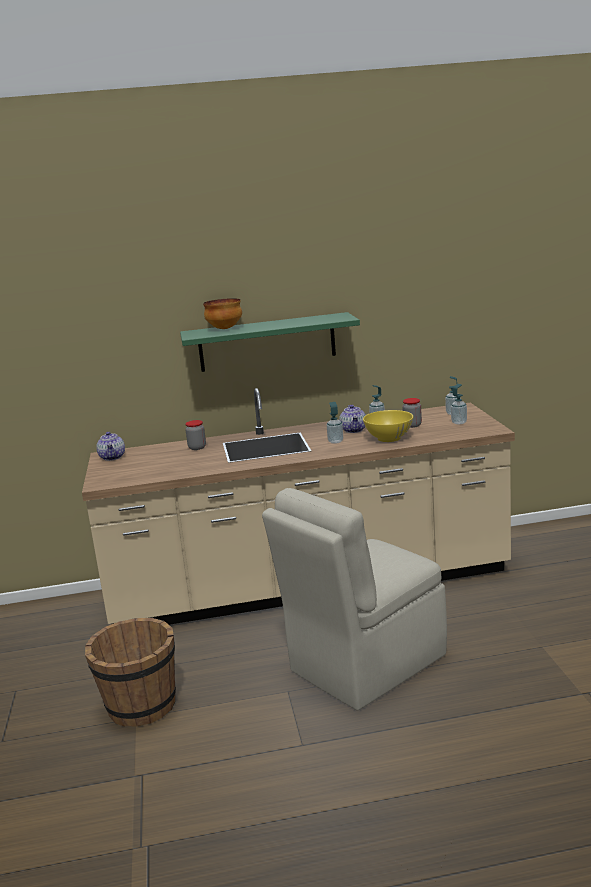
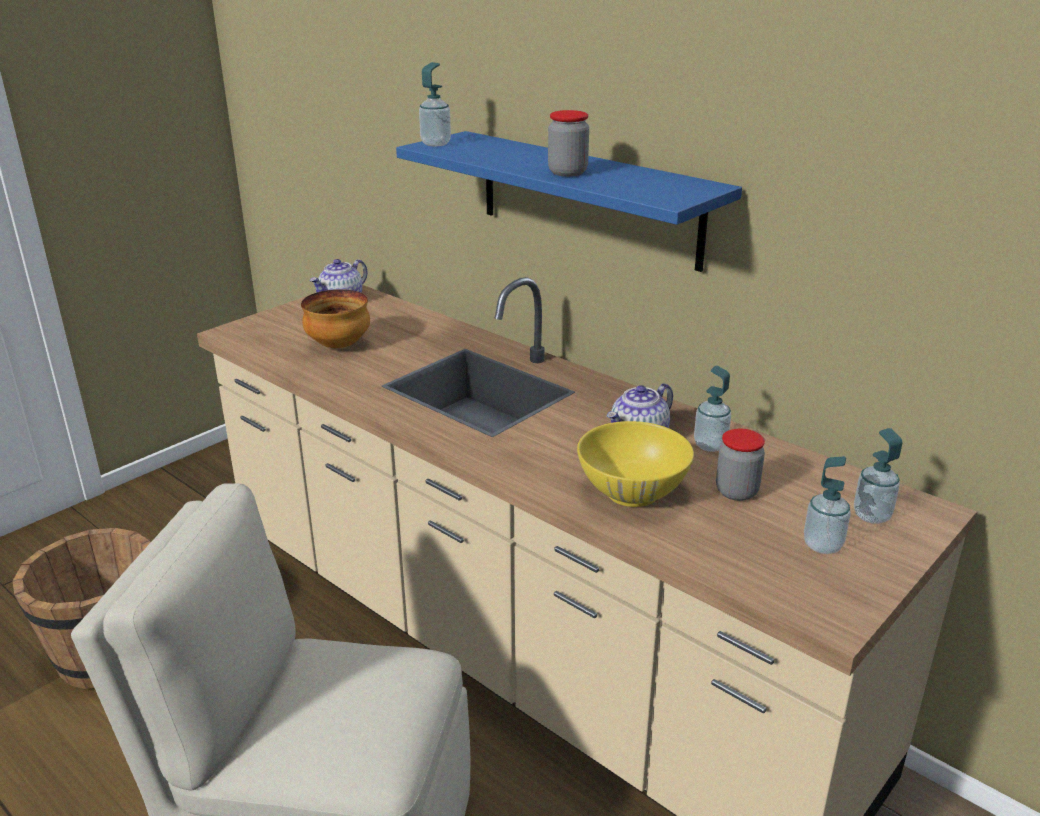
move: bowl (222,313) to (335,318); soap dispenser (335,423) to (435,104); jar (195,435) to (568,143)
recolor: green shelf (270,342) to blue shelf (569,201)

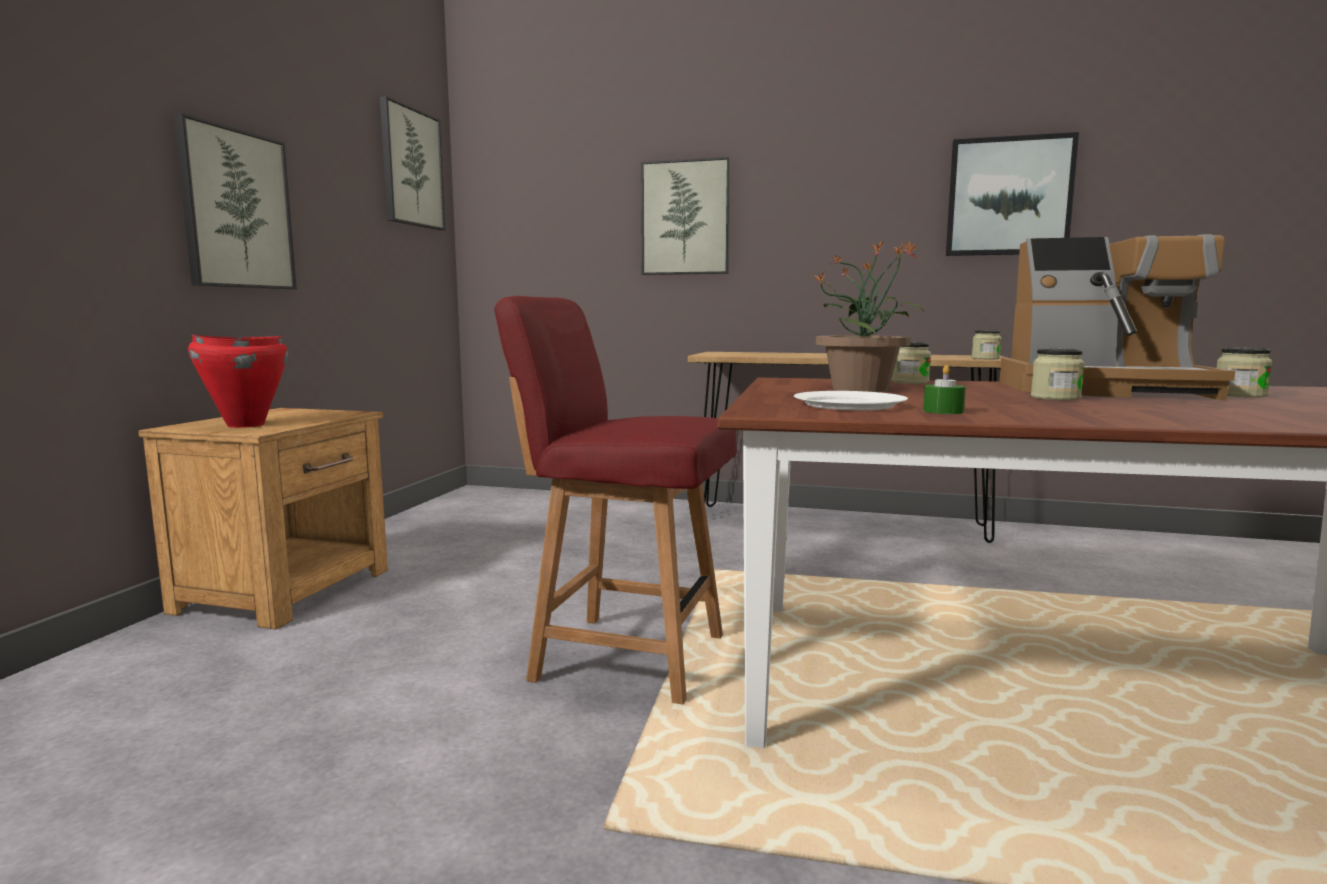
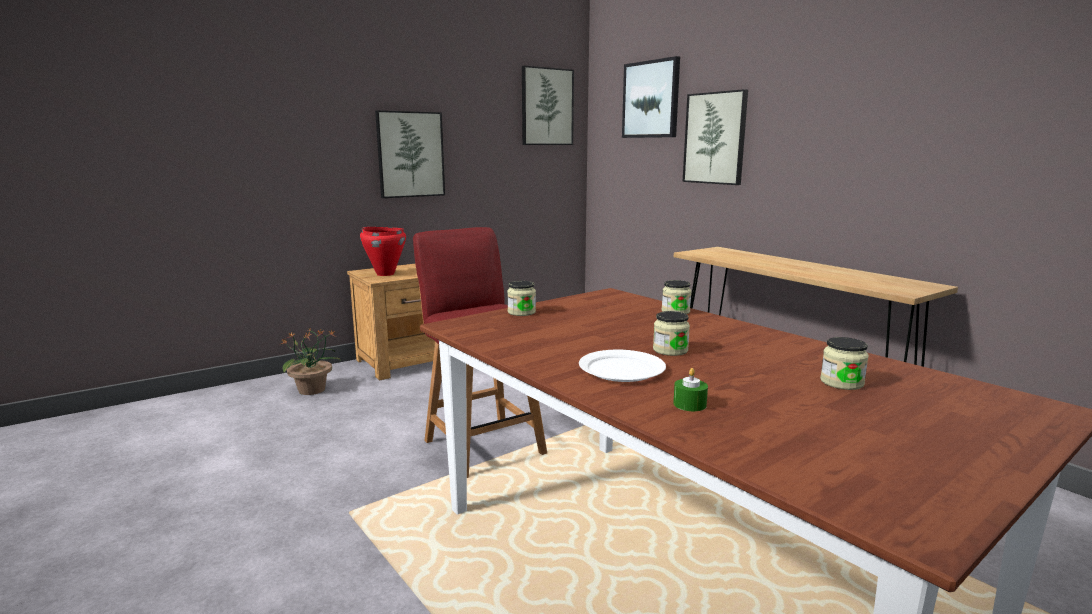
delete: coffee machine (1117,317)
move: potted plant (869,316) to (310,361); jar (986,344) to (521,298); white plate (851,400) to (622,366); picture (1012,194) to (651,97); green candle (944,389) to (690,389)

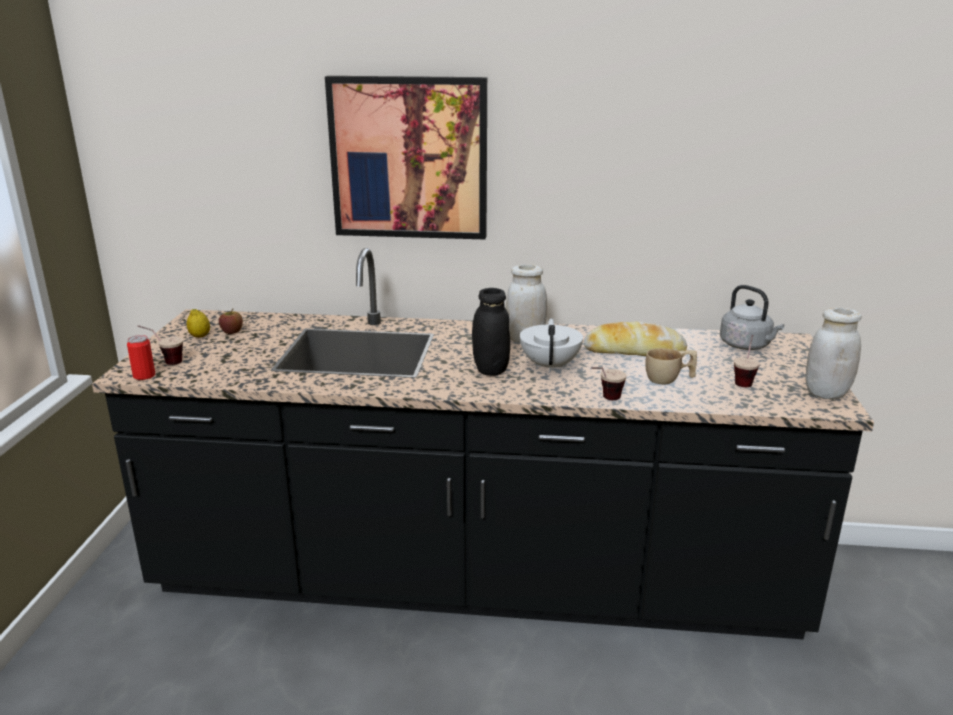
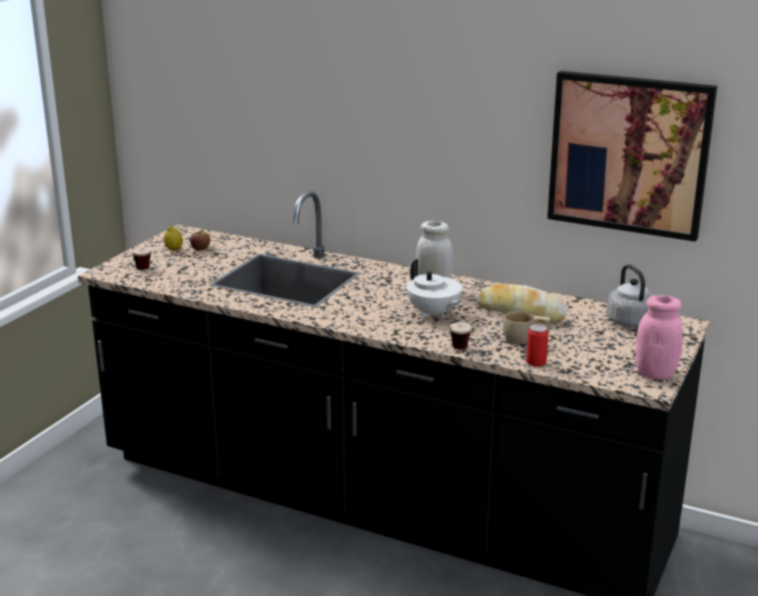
delete: black jar (491,332); cup (747,361)
move: can (141,357) to (537,345); picture (406,157) to (632,156)
recolor: white jar (834,353) to pink jar (659,337)
rotate: white teapot (551,345) = (435,288) 120 degrees clockwise

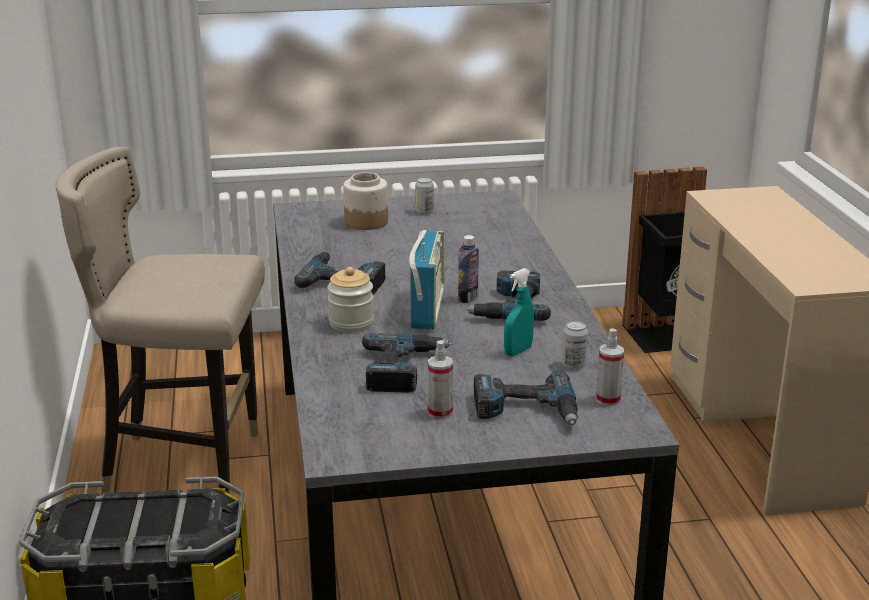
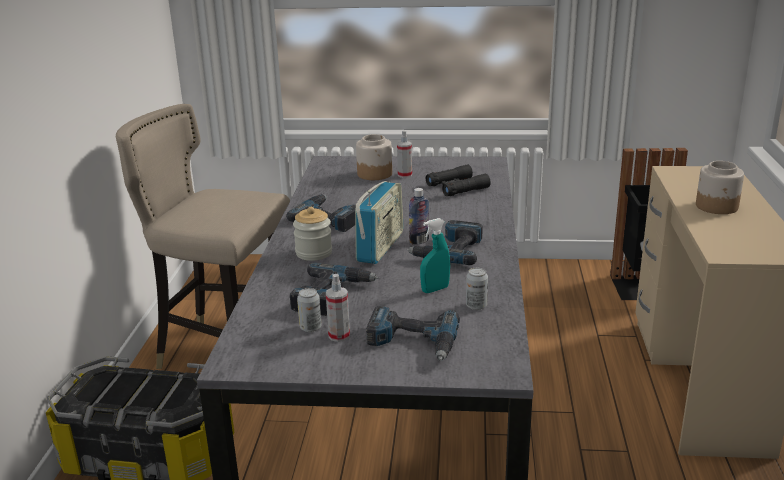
insert: black binoculars (458,180); jar (720,187)
move: can (424,195) to (309,310); spray bottle (610,367) to (404,154)

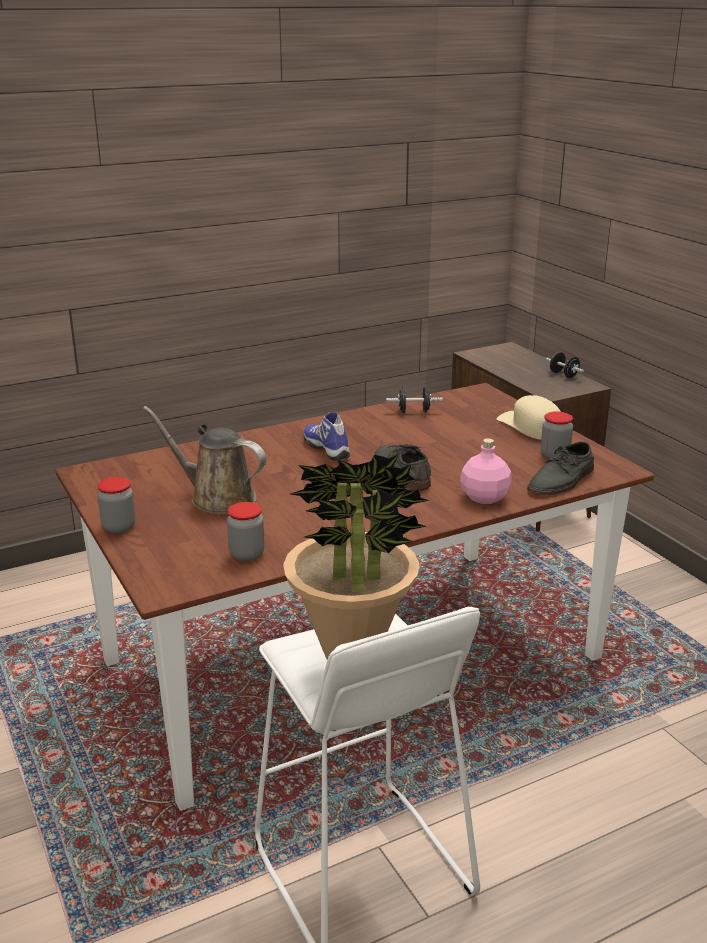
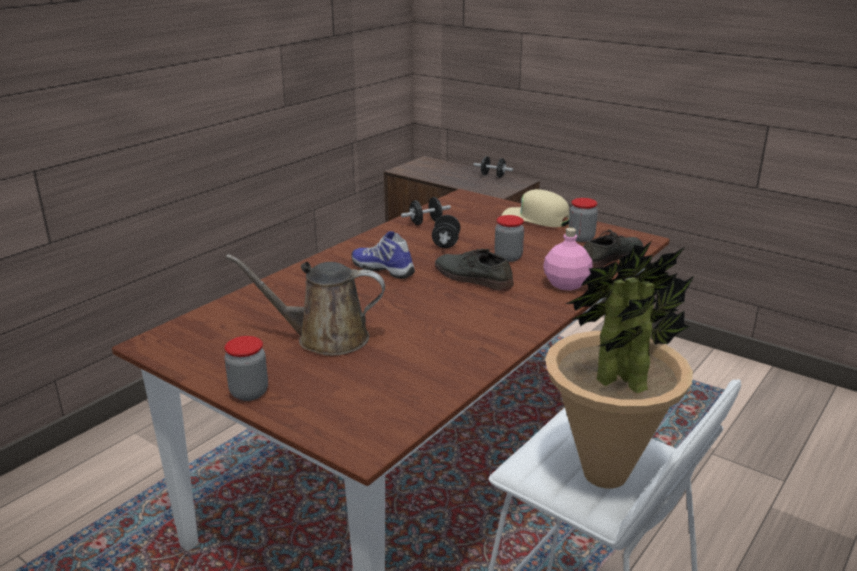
insert: black dumbbell (446,231)
move: jar (246,531) to (509,238)
rotate: grey shoe (560,468) = (613,249) 150 degrees counterclockwise

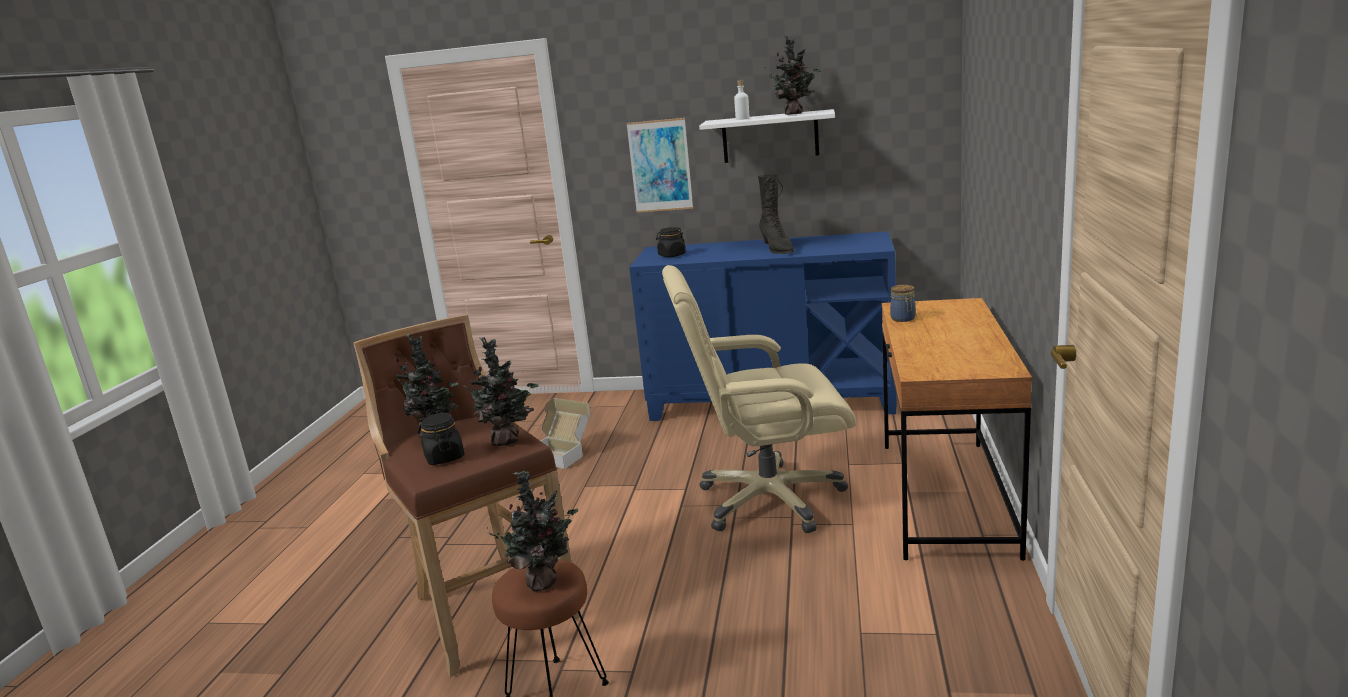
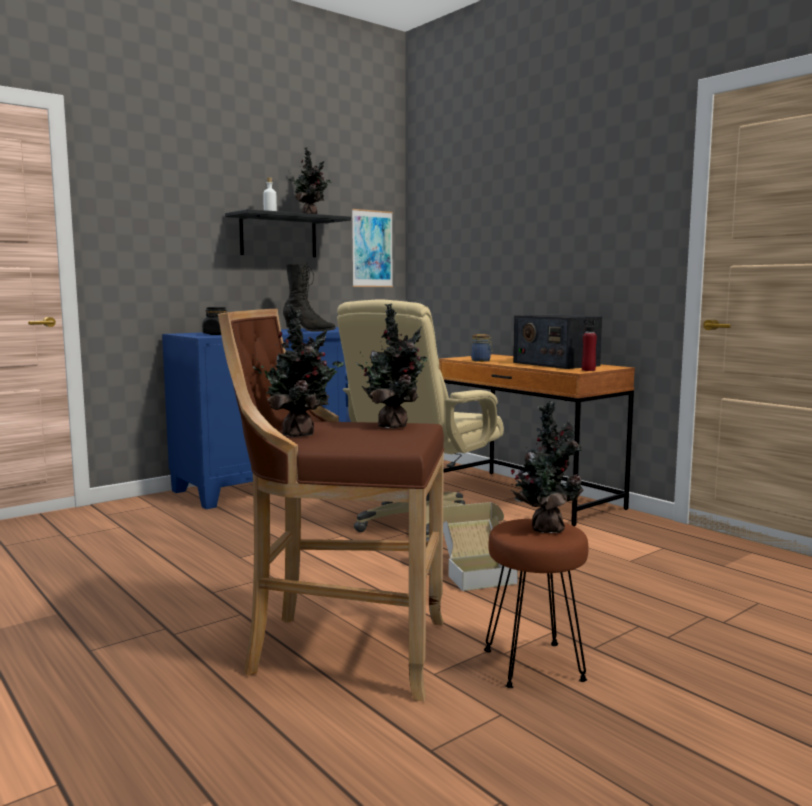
delete: black jar (443,439)
insert: radio (557,341); red bottle (589,345)
move: picture (659,165) to (372,248); cardboard box (565,433) to (480,546)
recolor: white shelf (767,136) to black shelf (288,233)

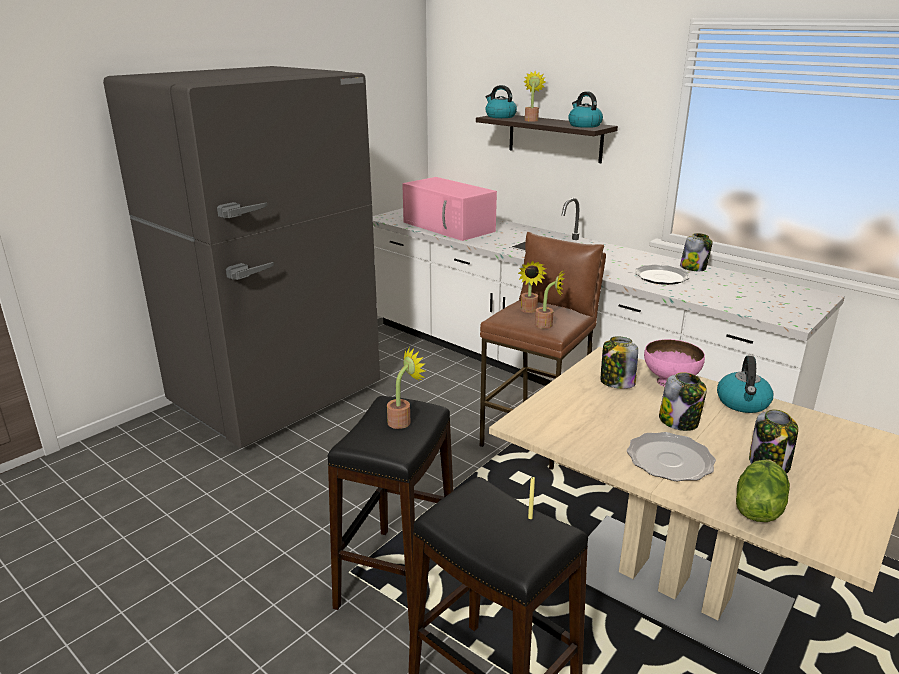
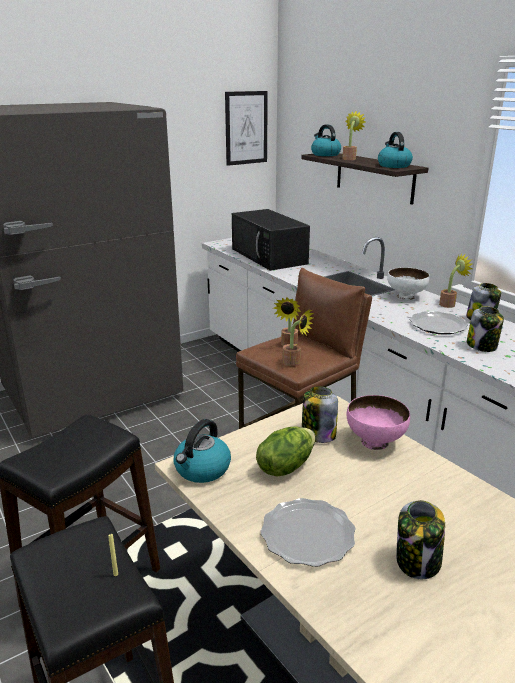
insert: picture (246,128); white bowl (408,283)
move: kettle (745,384) to (202,451); lettuce (763,491) to (285,451); potted plant (406,388) to (455,281); jar (683,401) to (485,329)
recolor: pink microwave (449,209) to black microwave (271,240)

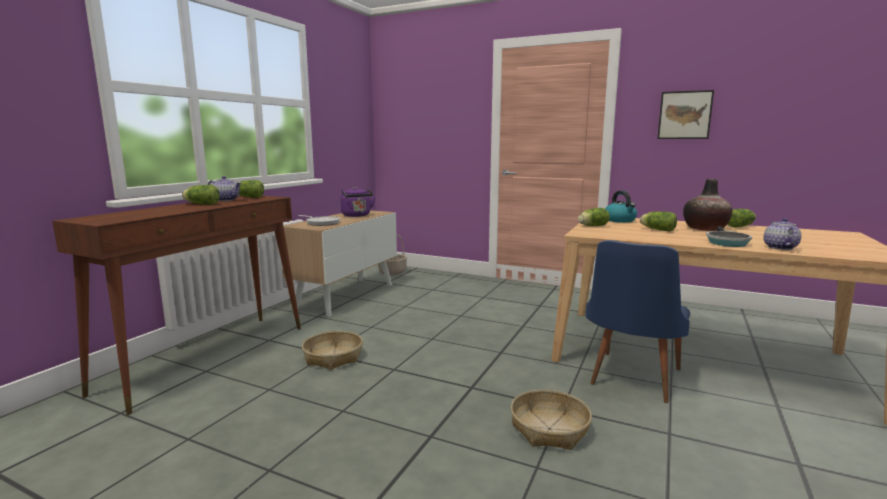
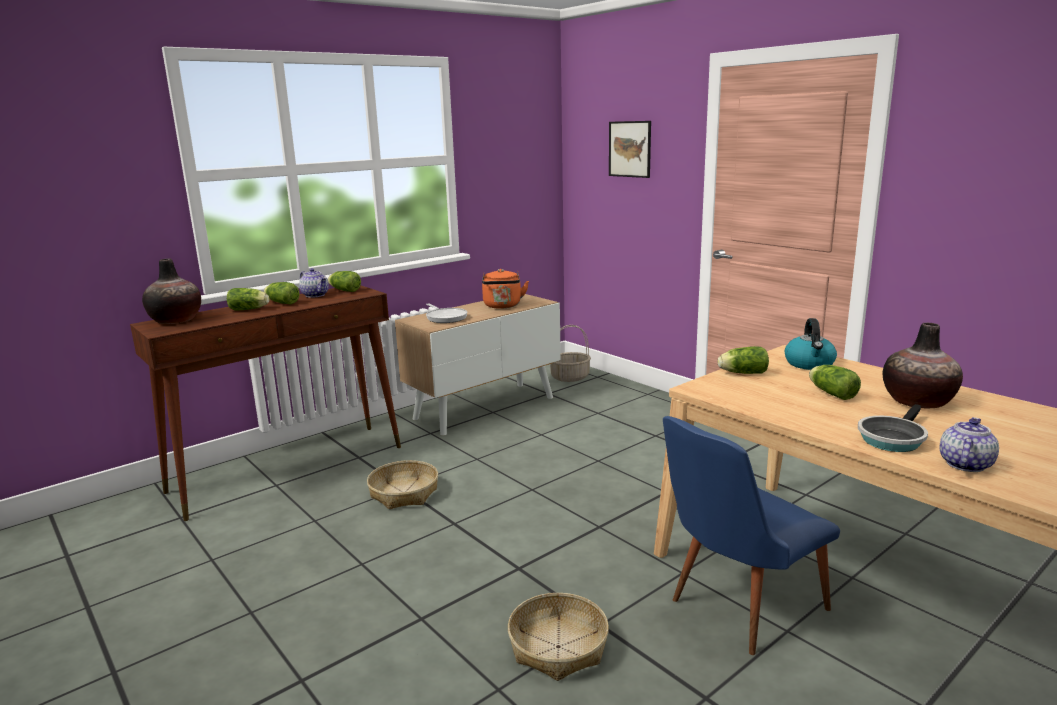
insert: vase (171,291)
move: lettuce (742,218) to (248,299); picture (685,114) to (630,149)
recolor: purple kettle (358,202) to orange kettle (505,289)

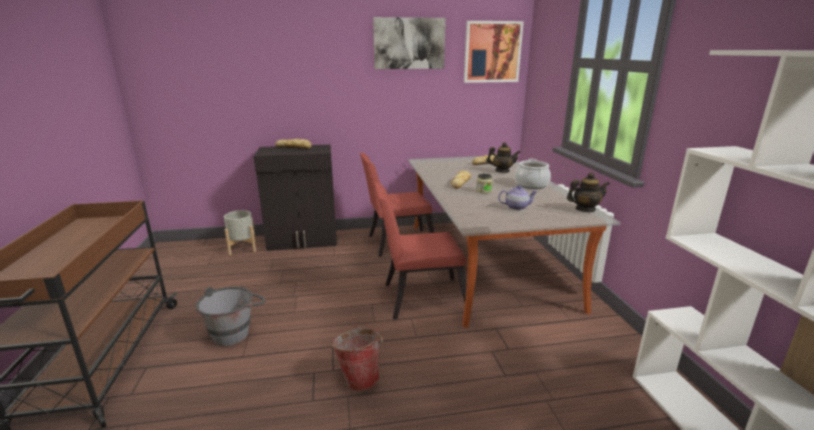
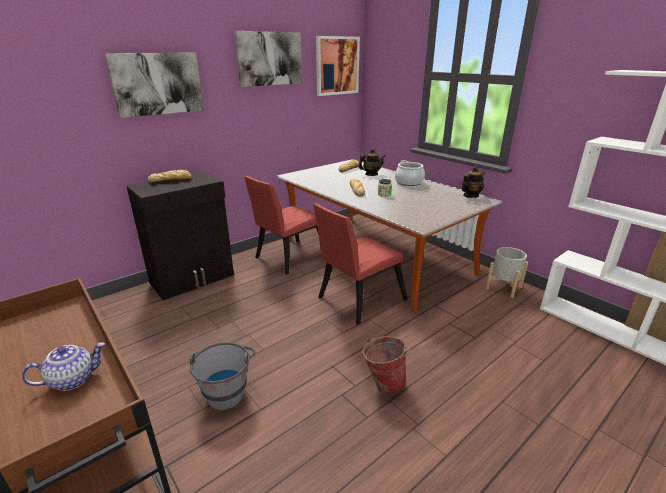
insert: picture (154,85)
move: teapot (518,198) to (63,366); grey planter (240,232) to (507,272)

